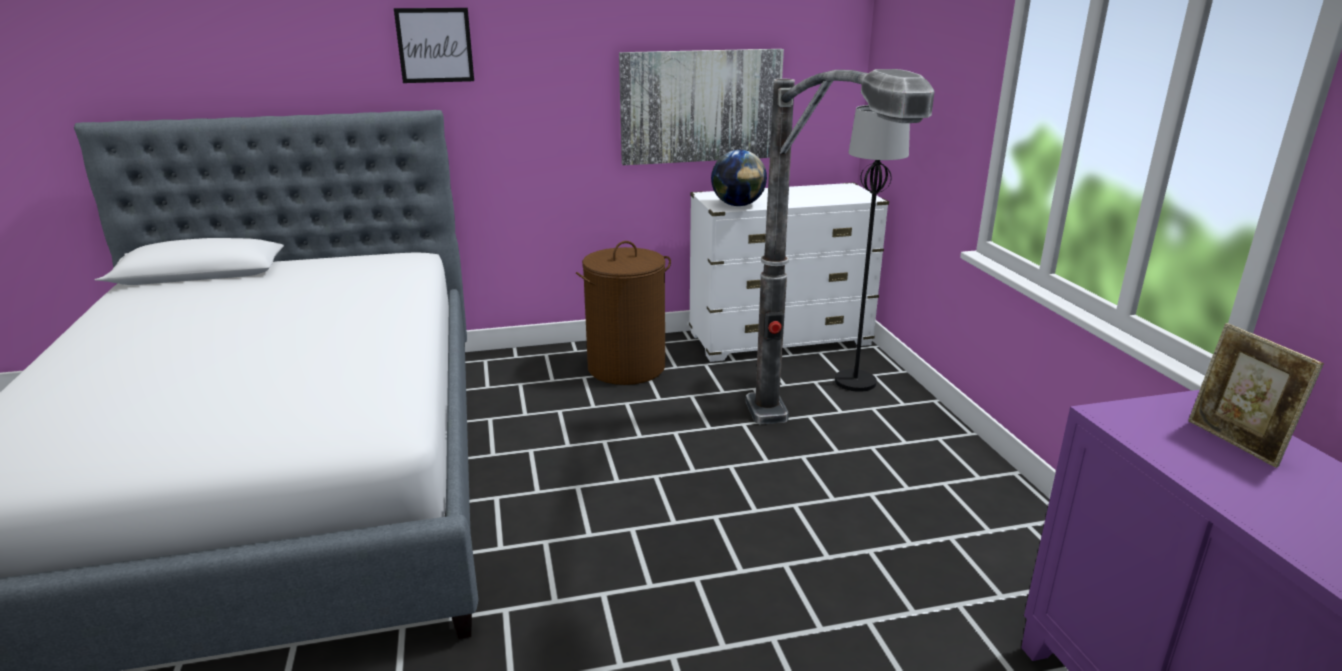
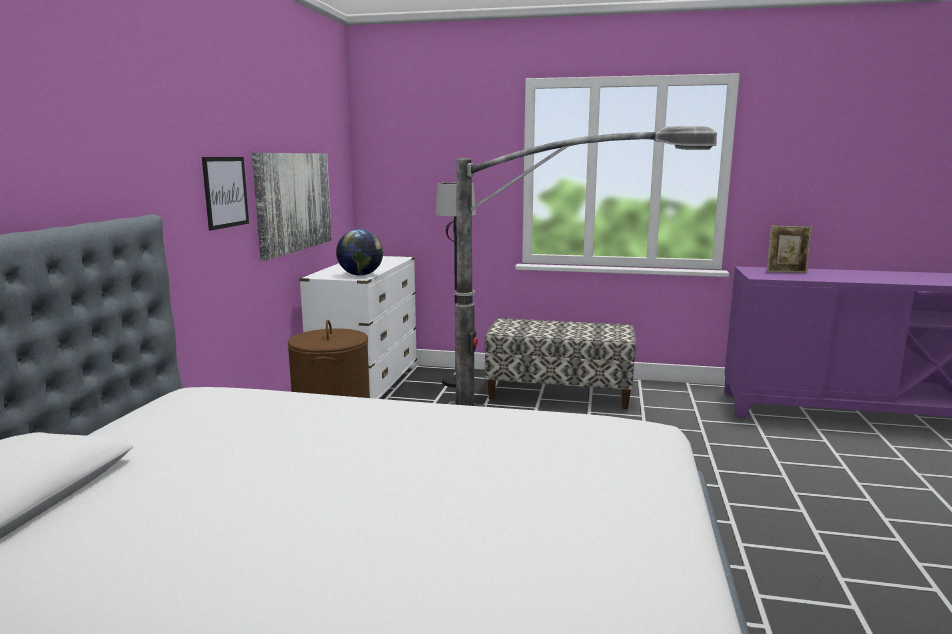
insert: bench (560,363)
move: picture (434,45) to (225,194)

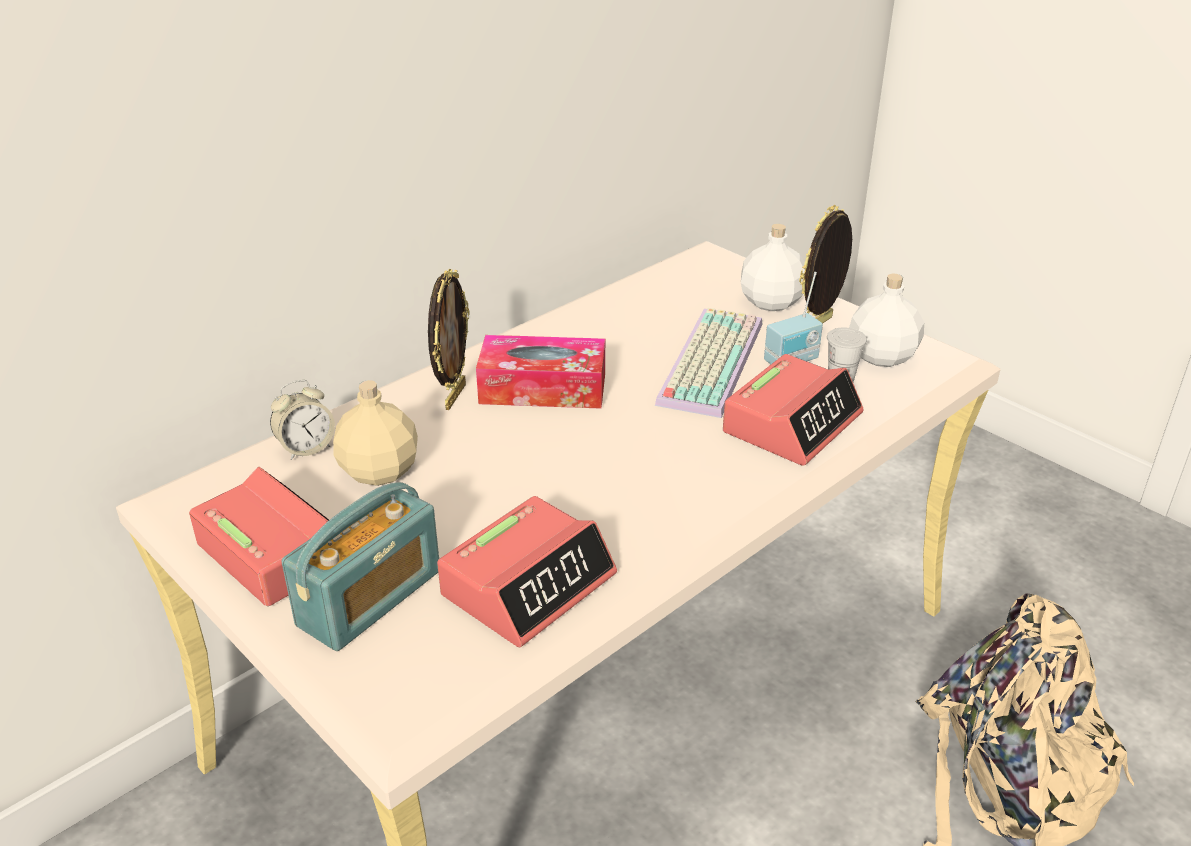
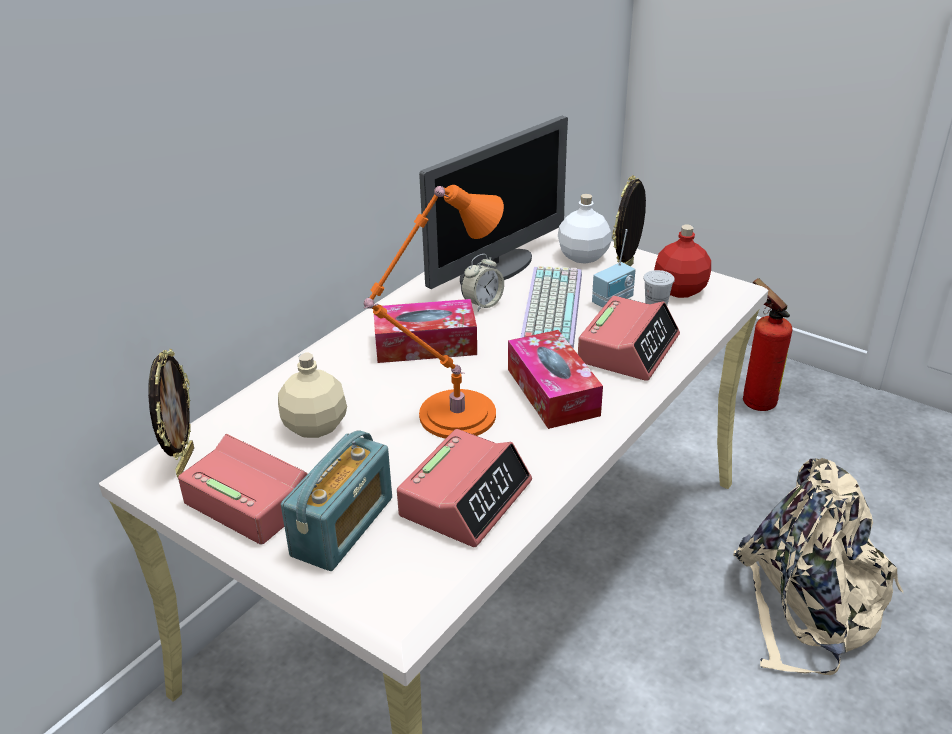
insert: orange table lamp (434,312); monitor (493,202); tissue box (555,379); fire extinguisher (768,344)
move: picture frame (449,339) to (171,413); alarm clock (302,420) to (482,282)
recolor: white bottle (886,320) to red bottle (682,261)

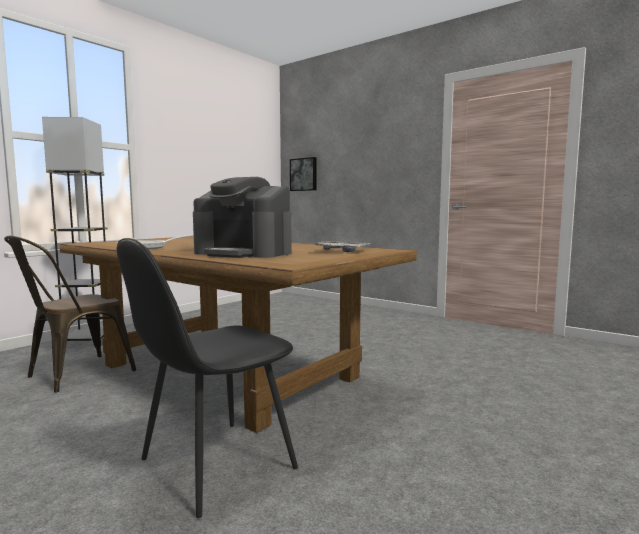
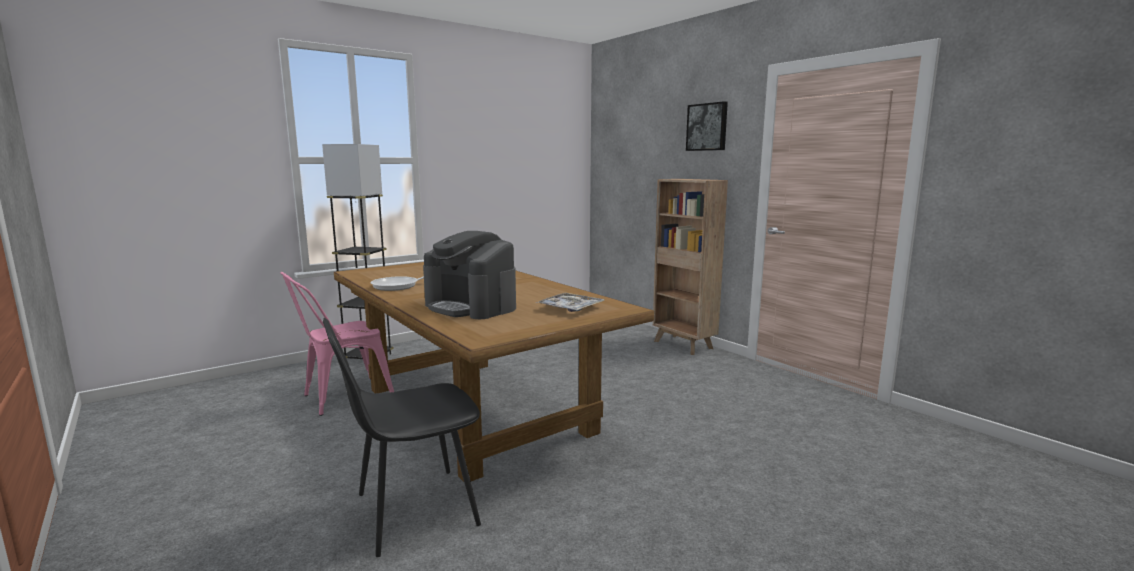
insert: brown bookcase (690,267)
move: picture (303,174) to (707,126)
recolor: brown chair (70,314) to pink chair (337,344)

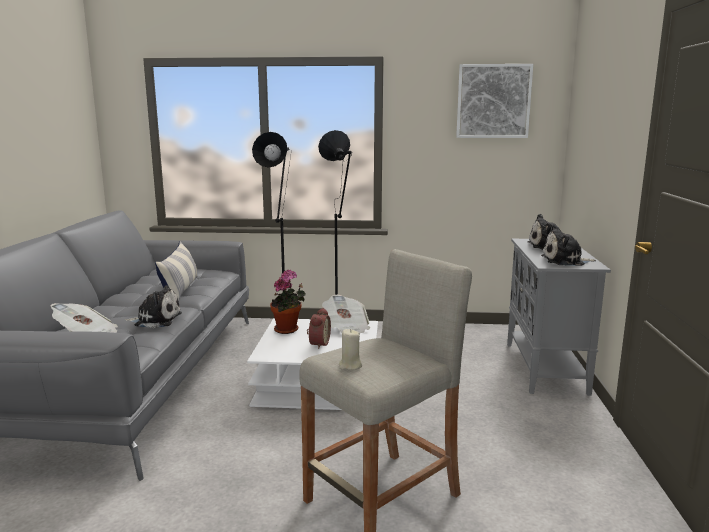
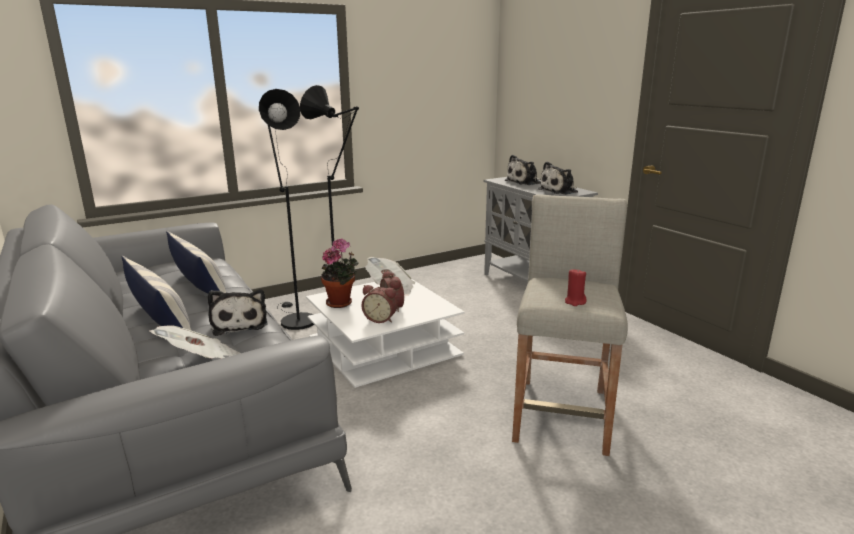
delete: picture (494,101)
insert: pillow (156,293); alarm clock (380,304)
recolor: beige candle (350,349) to red candle (576,287)
rotate: plush toy (153,306) = (238,312) 105 degrees clockwise

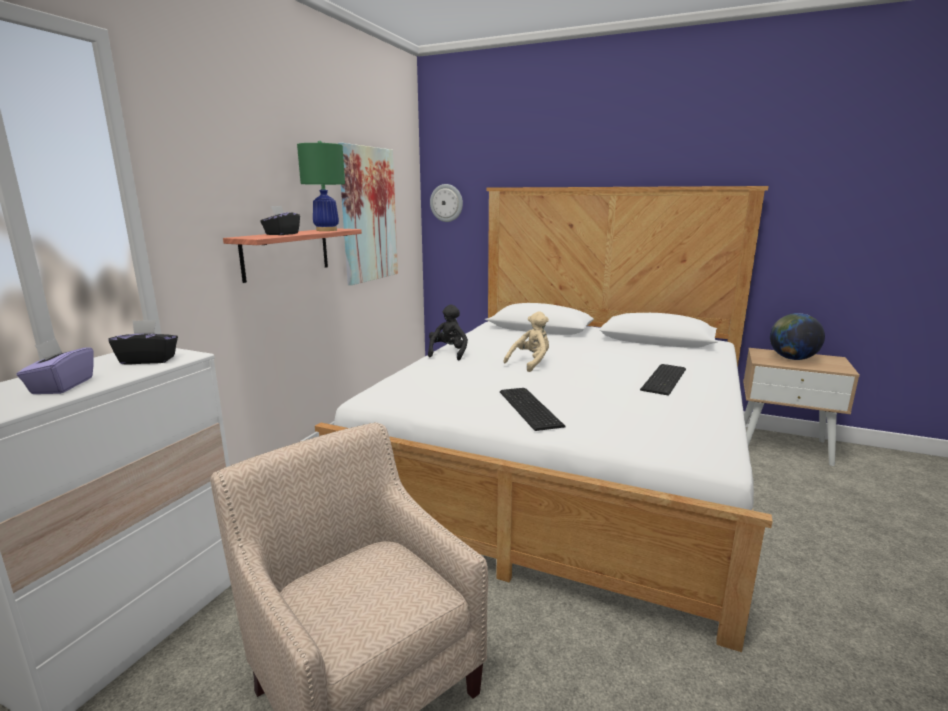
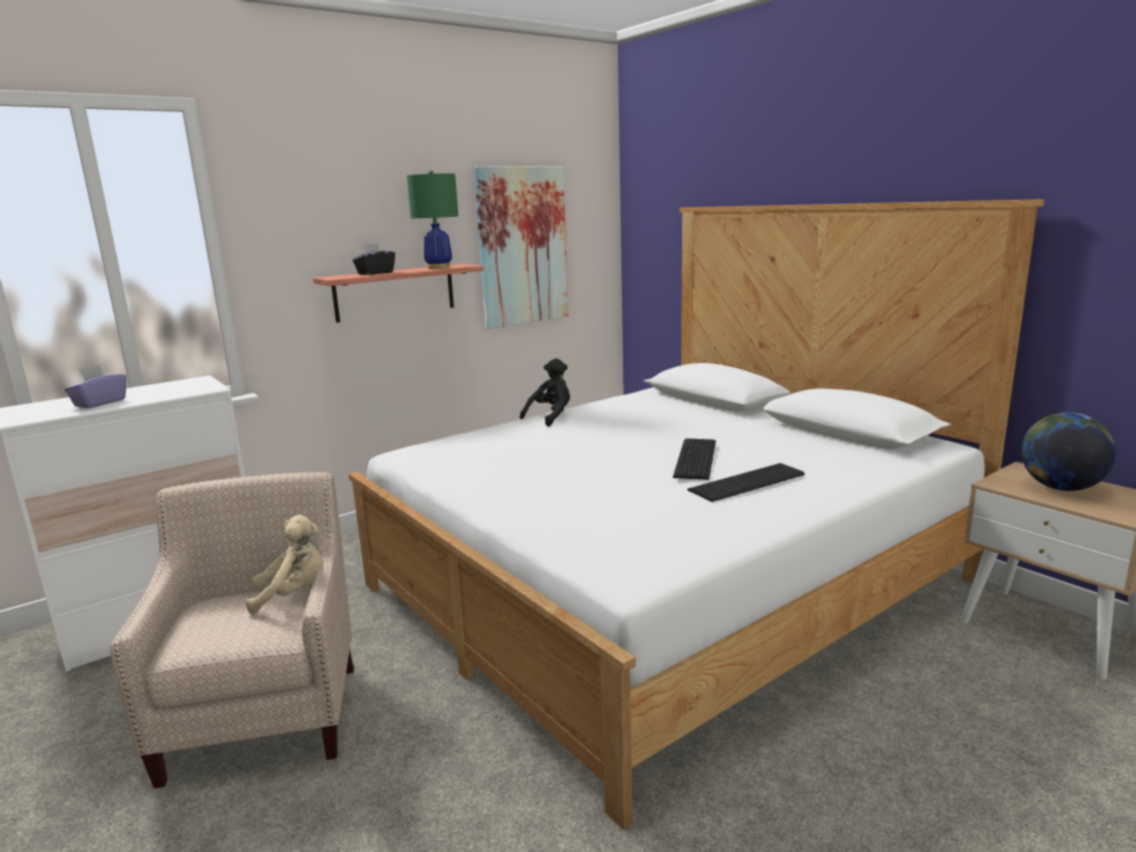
delete: black tissue box (143,342); wall clock (446,203)
move: beige plush toy (526,341) to (284,564); keyboard (533,409) to (694,459)

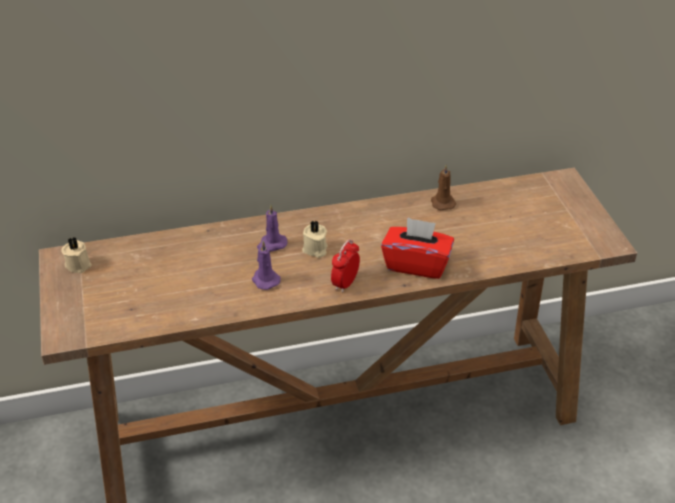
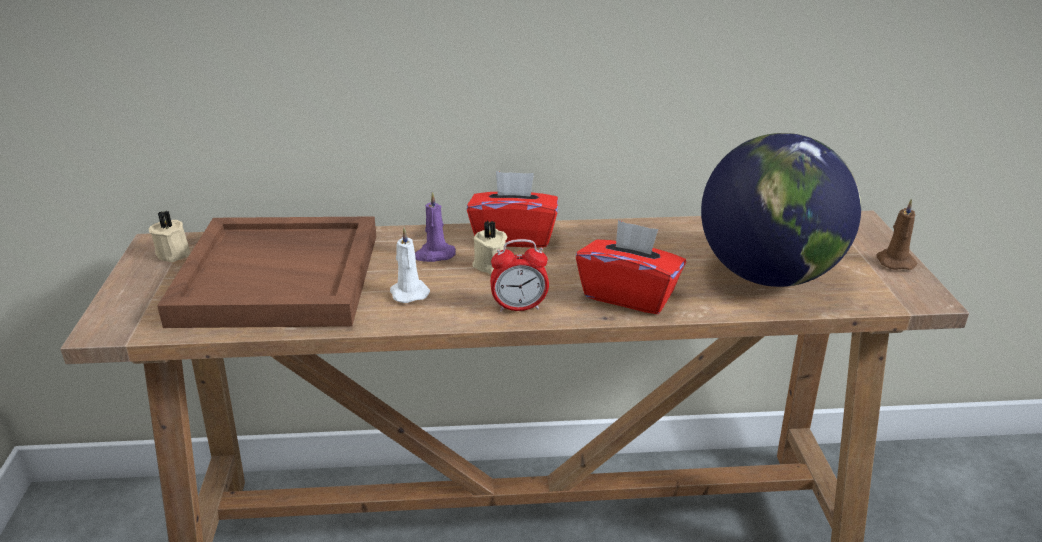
insert: brown tray (266,272); red tissue box (512,209); globe (781,210)
move: brown candle (443,187) to (897,234)
recolor: purple candle (266,265) to white candle (410,265)
rotate: alarm clock (345,266) = (519,275) 135 degrees counterclockwise

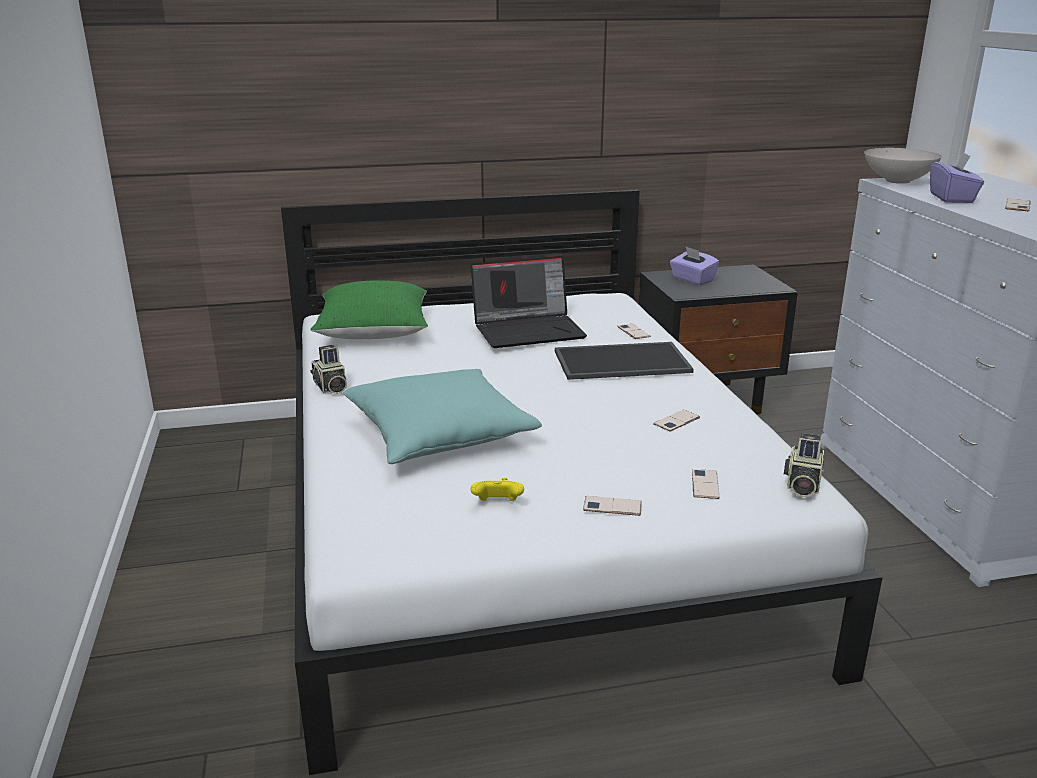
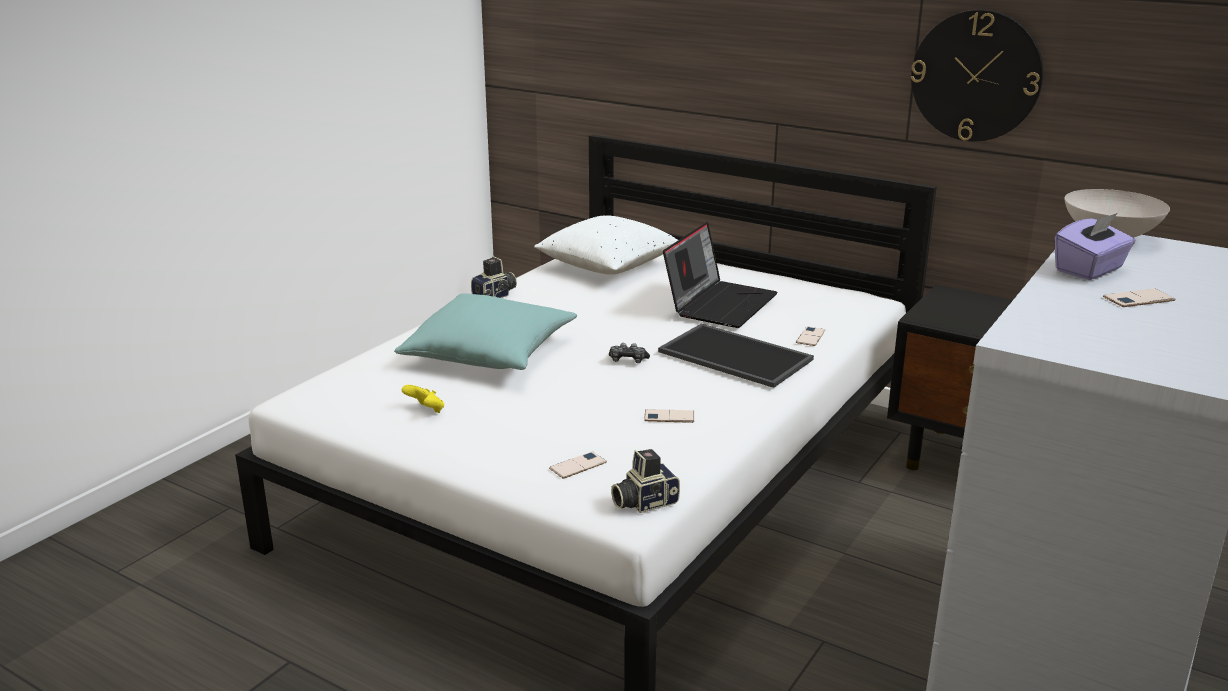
delete: phone (612,506); purple tissue box (694,266)
insert: game controller (629,353); wall clock (977,75)
recolor: green pillow (369,309) to white pillow (606,245)
rotate: photo camera (328,369) = (494,277) 150 degrees counterclockwise; laptop (528,302) = (720,275) 90 degrees counterclockwise

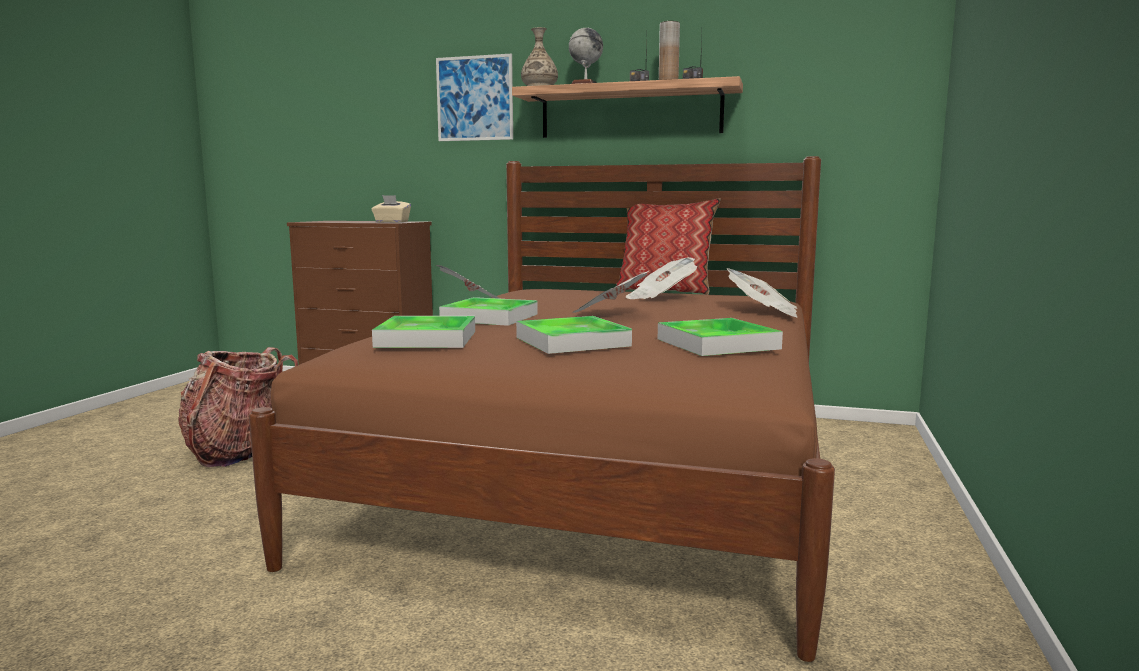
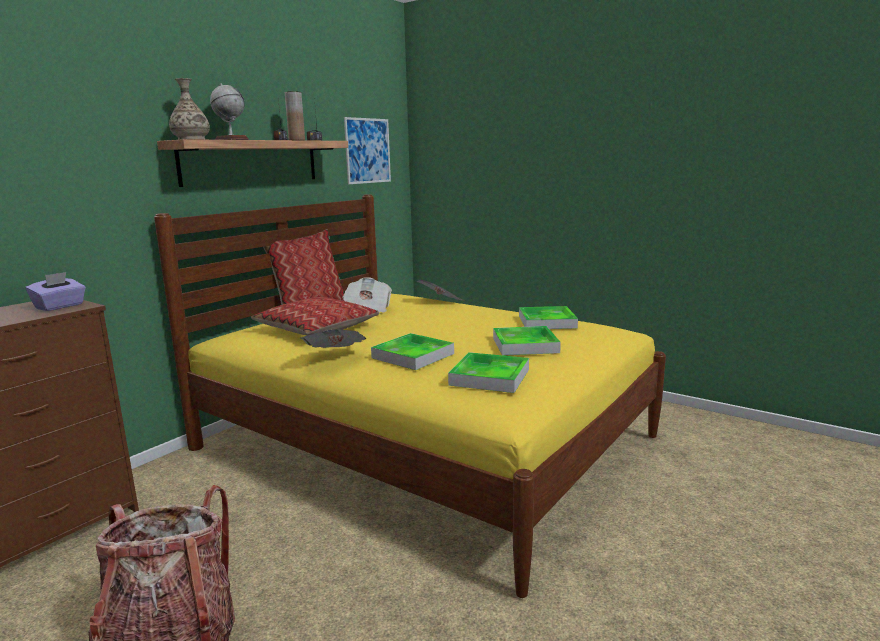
delete: newspaper (610,292)
insert: pillow (315,316)
move: picture (474,97) to (367,150)
recolor: beige tissue box (391,209) to purple tissue box (56,291); brown bed (542,409) to yellow bed (410,396)

